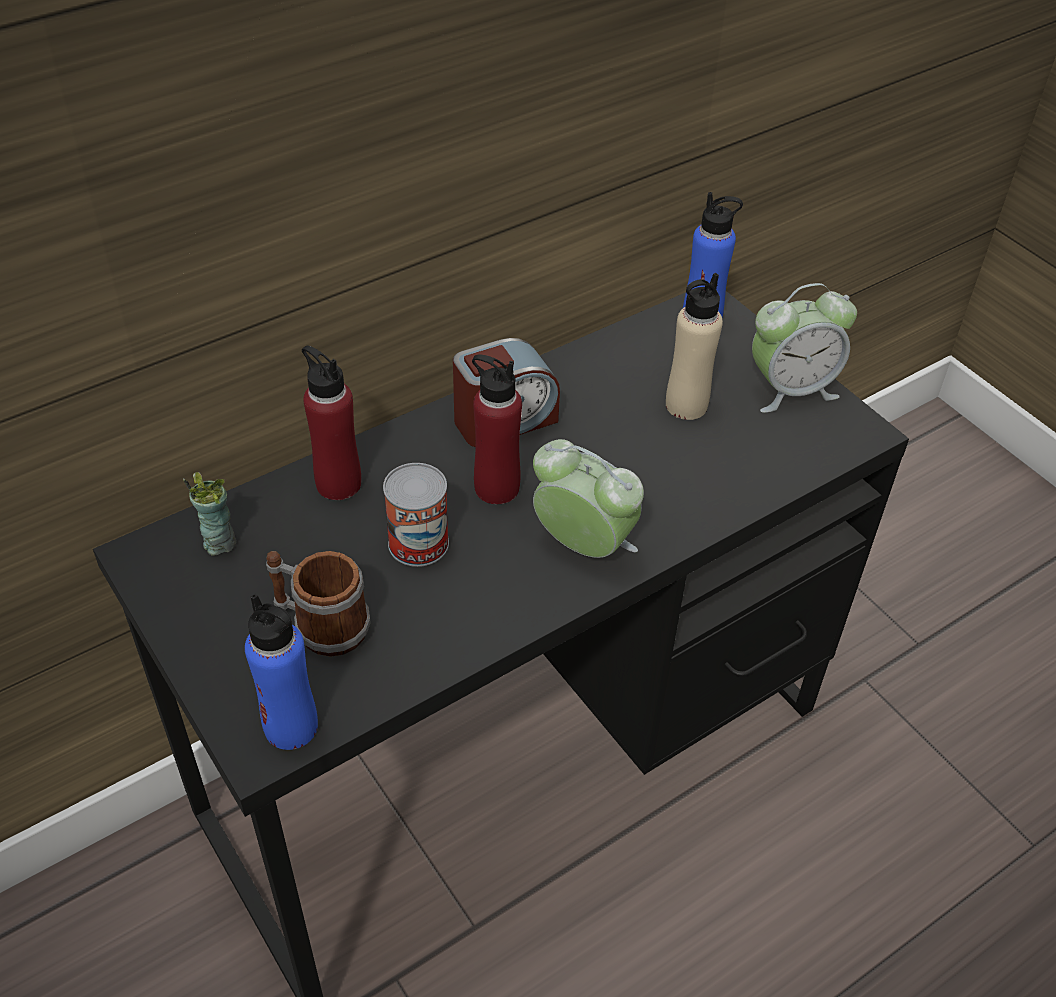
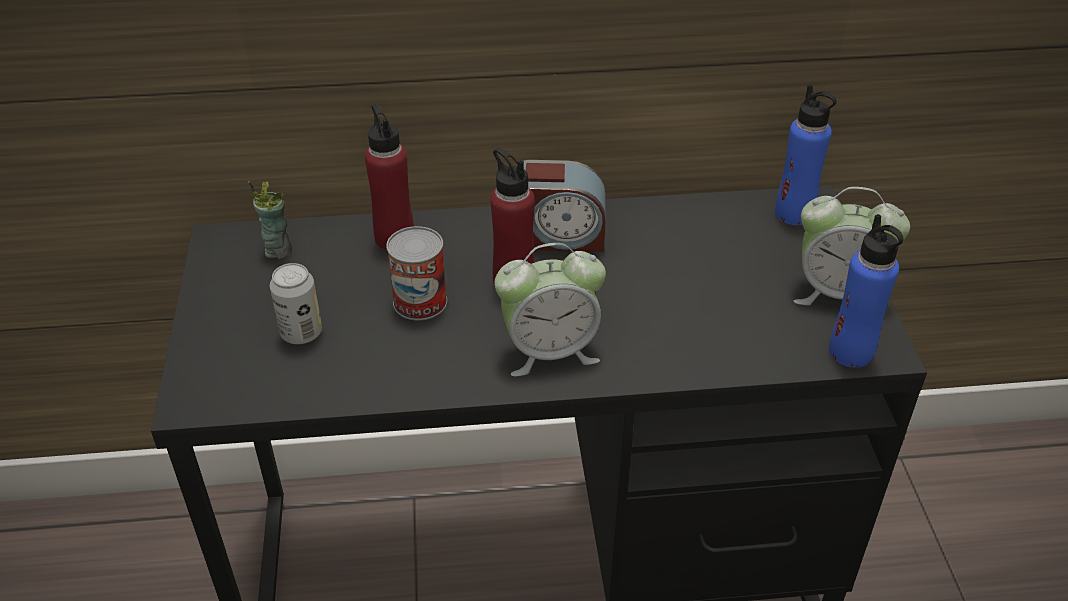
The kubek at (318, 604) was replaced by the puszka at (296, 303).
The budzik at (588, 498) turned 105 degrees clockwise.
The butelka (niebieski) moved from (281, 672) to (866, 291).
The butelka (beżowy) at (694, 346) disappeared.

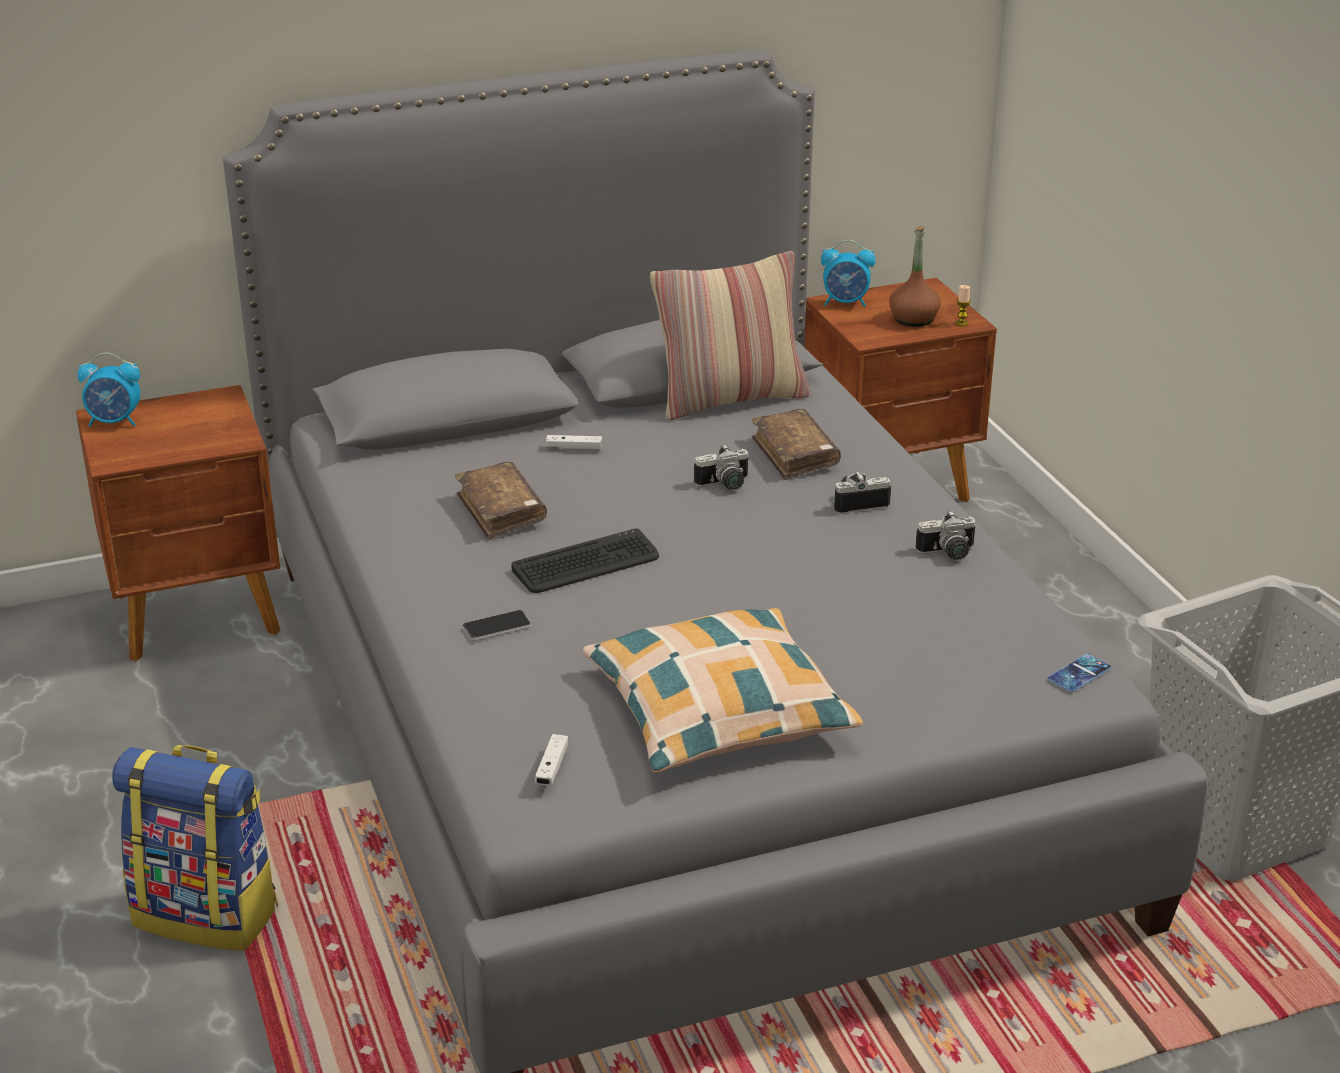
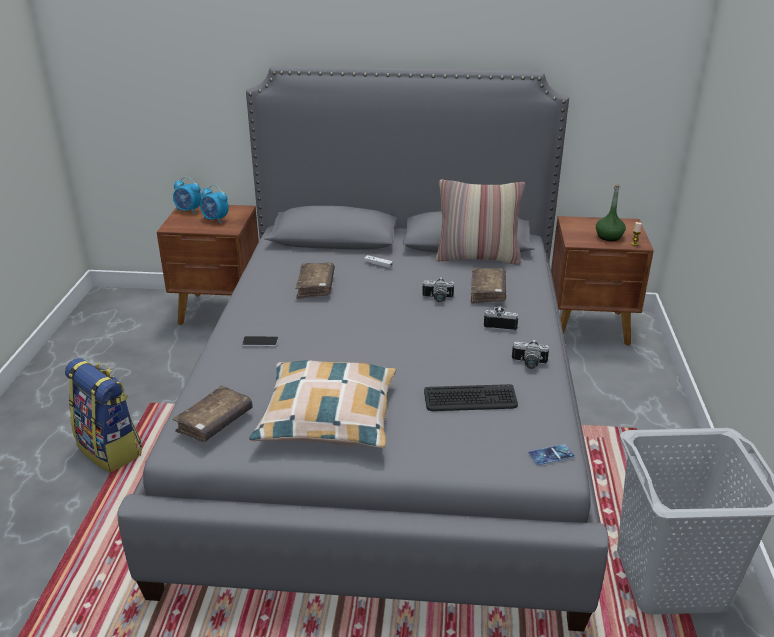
The pad do gier (biały) at (551, 760) was replaced by the książka (brązowy) at (212, 413).
The budzik moved from (848, 273) to (214, 204).
The klawiatura moved from (585, 560) to (471, 397).
The butelka (brązowy) at (915, 276) became the butelka (zielony) at (611, 212).

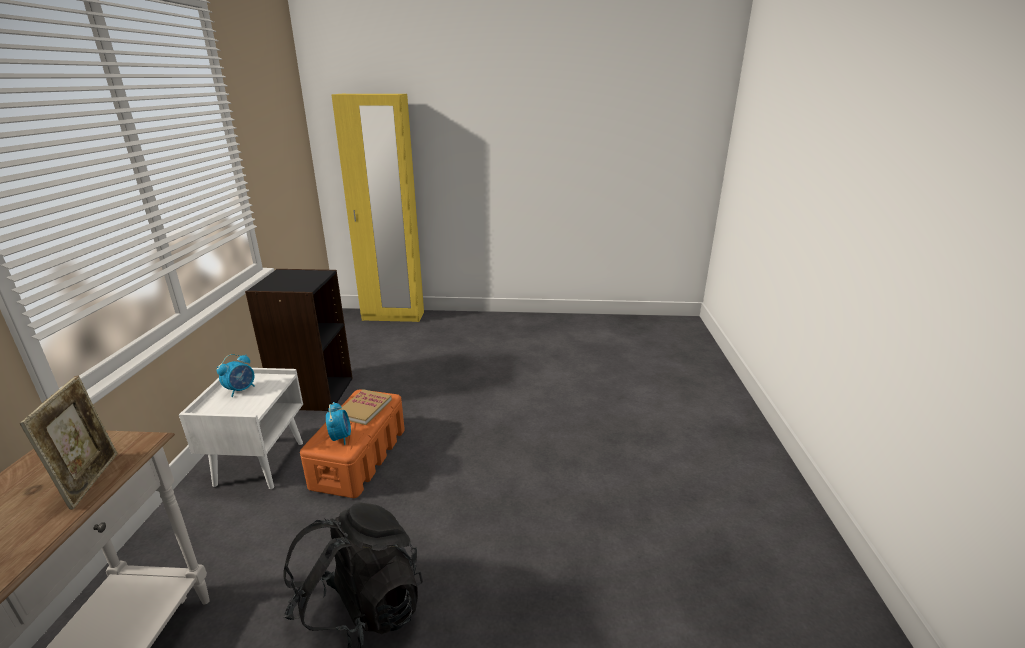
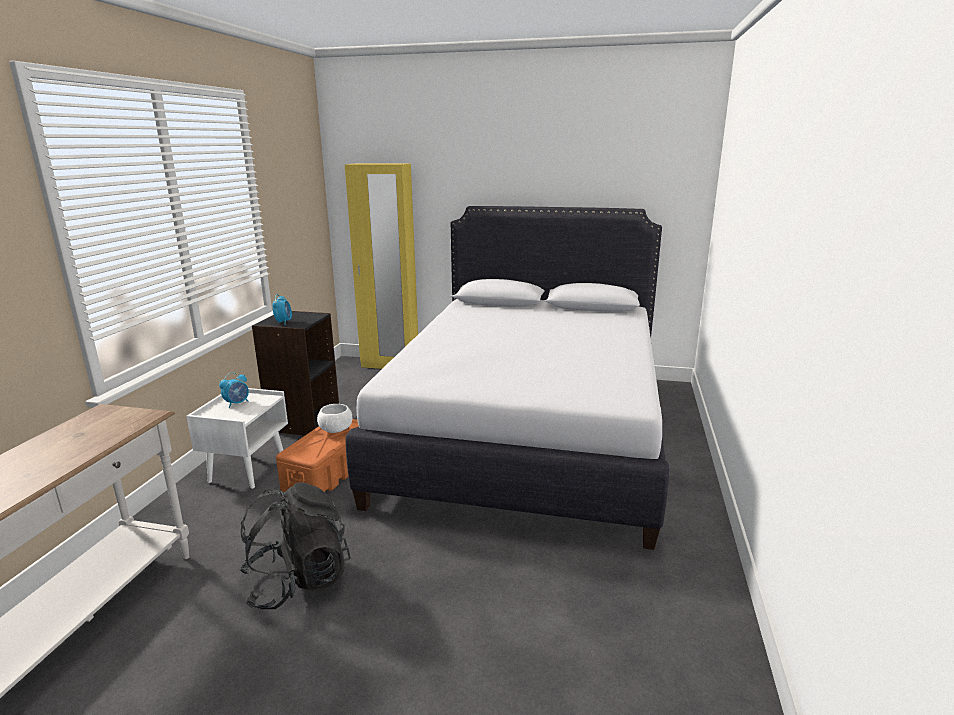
The budzik moved from (338, 423) to (282, 309).
The książka at (365, 407) was replaced by the miska (biały) at (334, 418).
The łóżko (biały) at (507, 378) appeared.
The ramka na zdjęcie at (68, 442) disappeared.

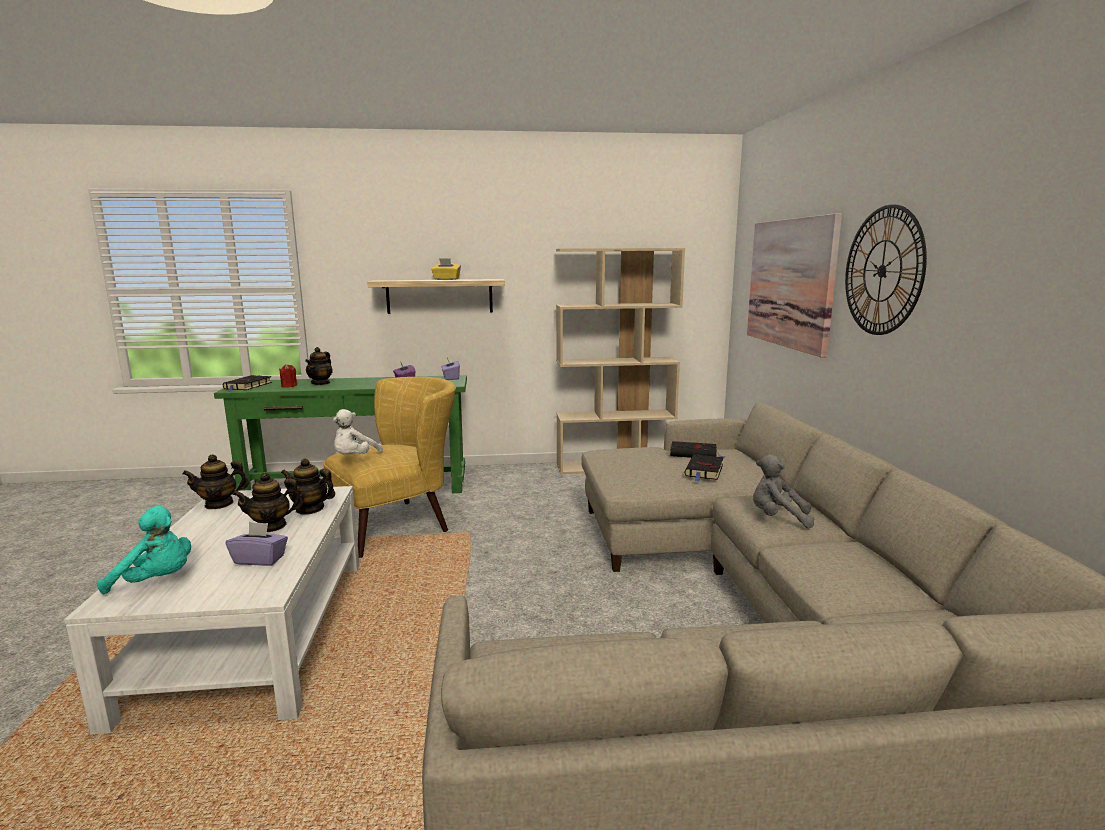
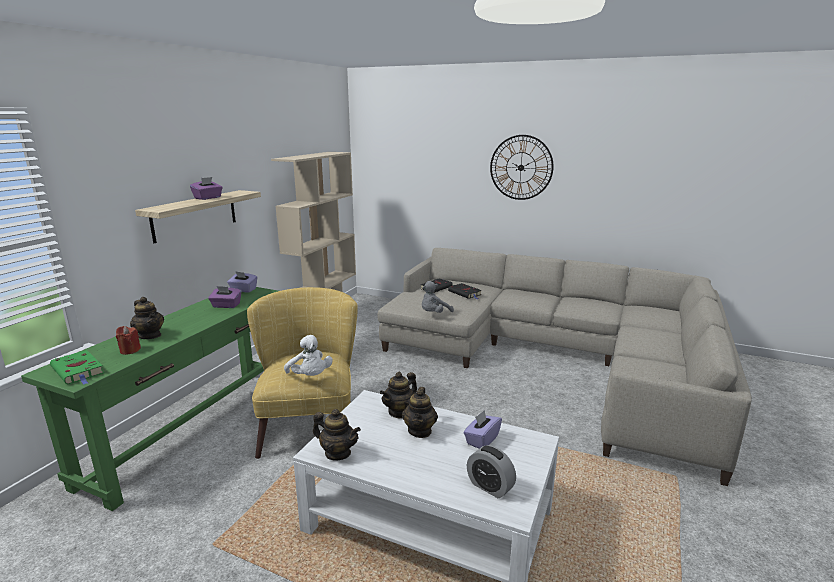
The książka (czarny) at (247, 383) became the książka (zielony) at (77, 367).
The pudełko chusteczek (żółty) at (446, 269) became the pudełko chusteczek (fioletowy) at (206, 188).
The imbryk at (215, 481) turned 75 degrees counterclockwise.
The pluszak (szary) moved from (784, 491) to (438, 297).
The pluszak (turkusowy) at (144, 550) was replaced by the budzik at (491, 471).
The obraz at (794, 285) disappeared.

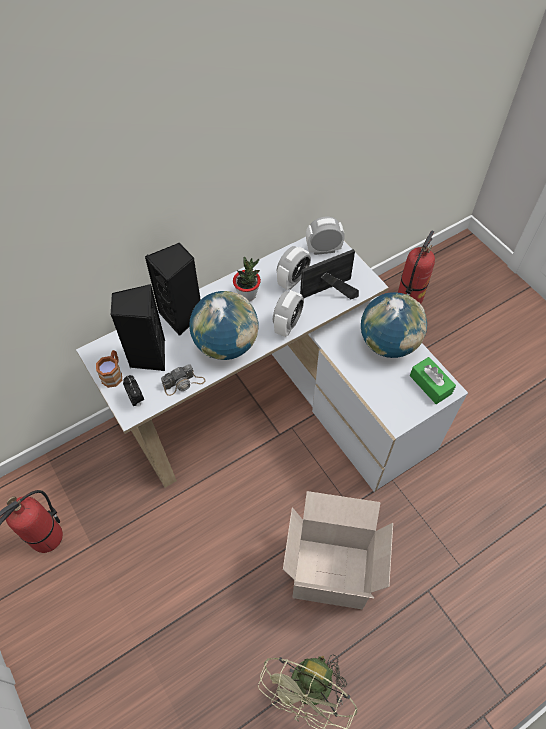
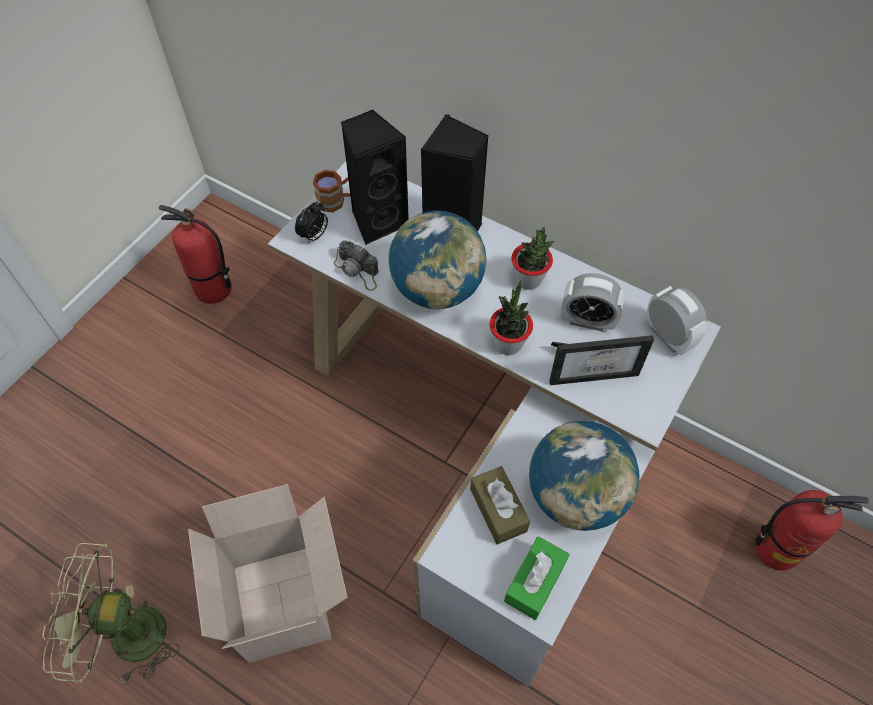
The pudełko chusteczek (brązowy) at (500, 505) appeared.
The budzik at (288, 313) was replaced by the roślina doniczkowa at (511, 318).
The ramka na zdjęcie at (329, 274) turned 135 degrees clockwise.

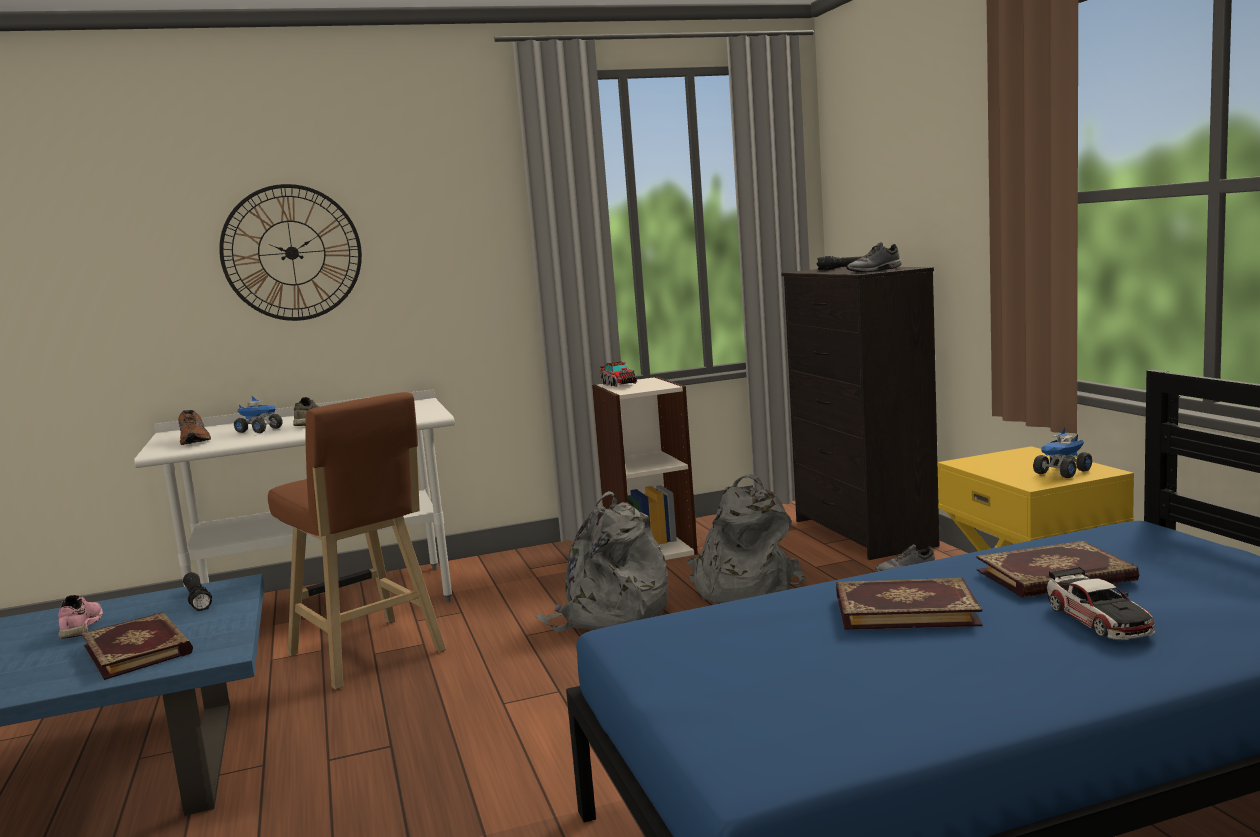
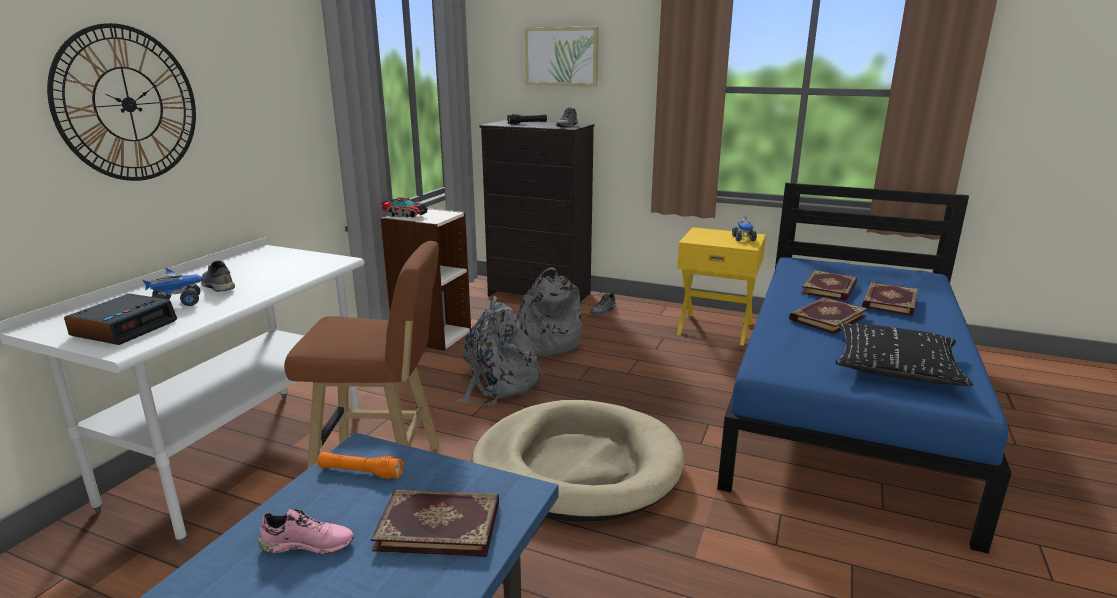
The but (brązowy) at (194, 427) was replaced by the budzik at (120, 319).
The but (różowy) at (80, 617) turned 150 degrees clockwise.
The latarka (czarny) at (197, 591) became the latarka (pomarańczowy) at (360, 465).
The legowisko (beżowy) at (578, 461) appeared.
The obraz at (562, 57) appeared.
The poduszka (czarny) at (904, 354) appeared.
The samochodzik at (1101, 603) was replaced by the książka at (890, 299).

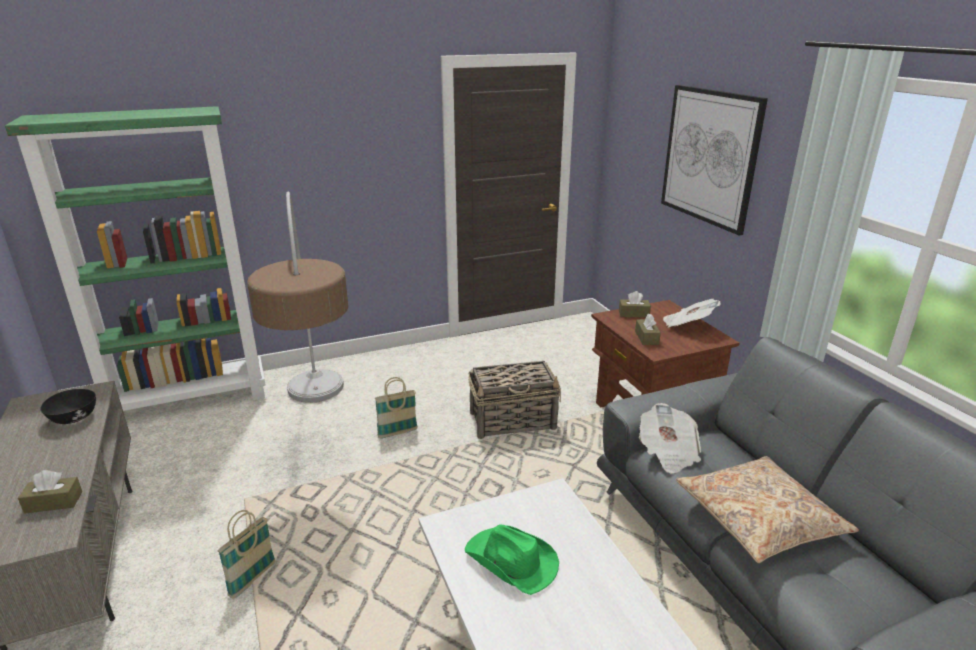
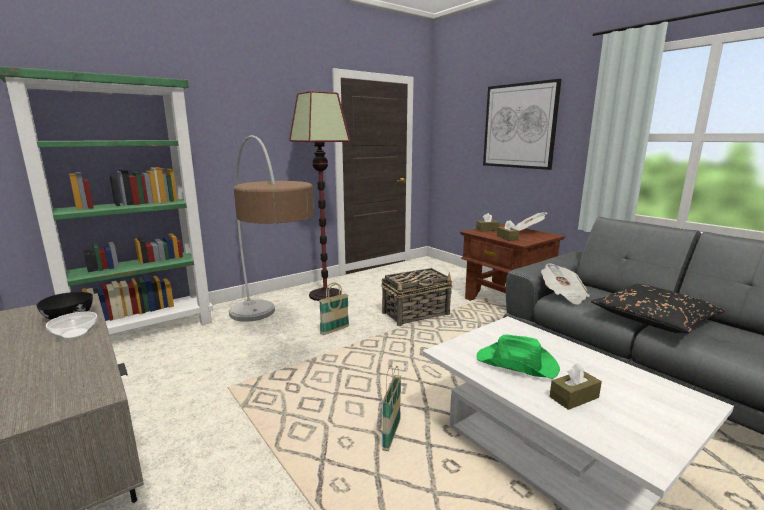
The miska at (71, 325) appeared.
The lampa stojąca at (319, 196) appeared.
The koszyk moved from (247, 554) to (391, 408).
The pudełko chusteczek (brązowy) moved from (50, 492) to (576, 386).
The poduszka (beżowy) at (767, 509) became the poduszka (czarny) at (658, 308).

